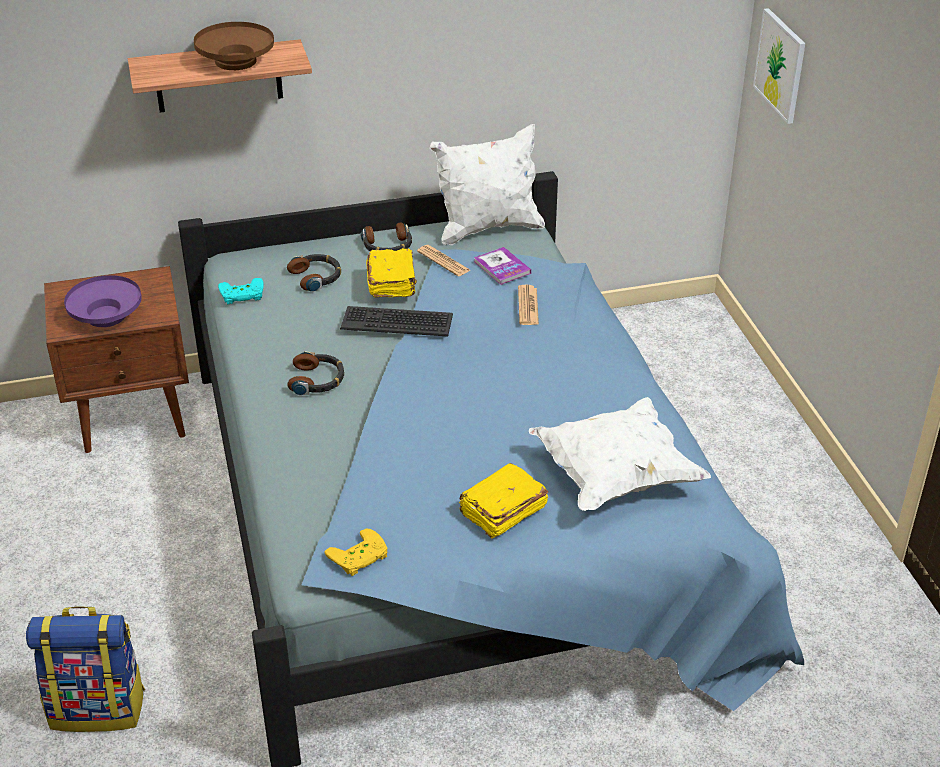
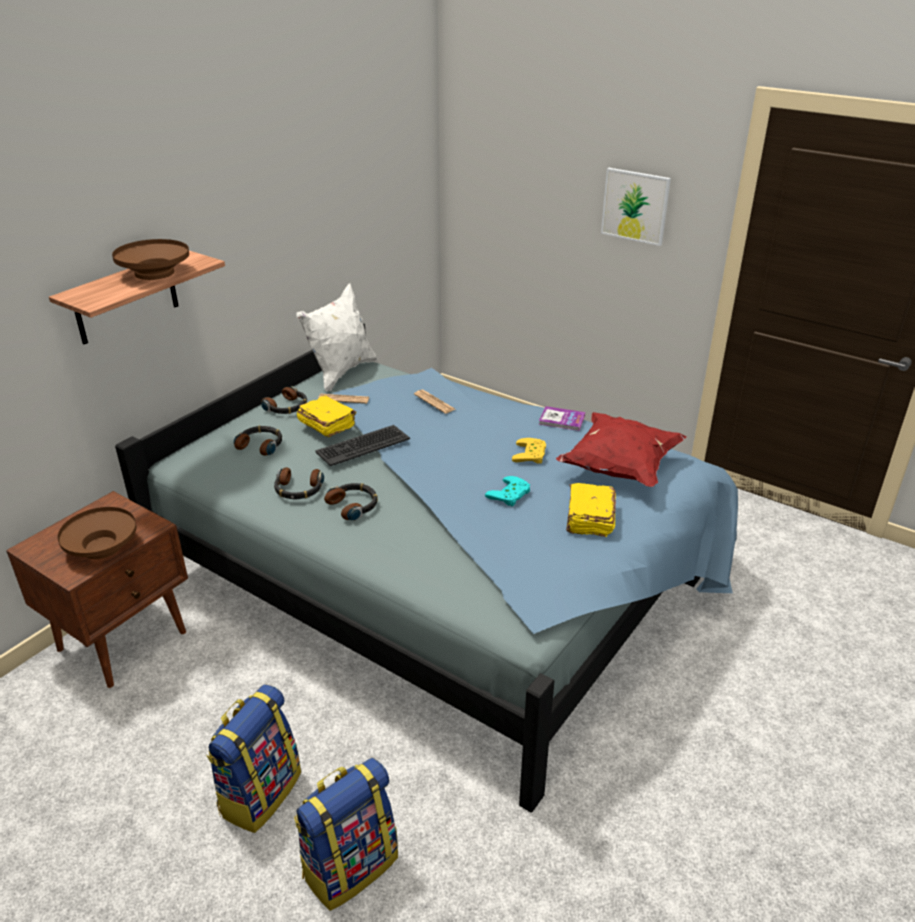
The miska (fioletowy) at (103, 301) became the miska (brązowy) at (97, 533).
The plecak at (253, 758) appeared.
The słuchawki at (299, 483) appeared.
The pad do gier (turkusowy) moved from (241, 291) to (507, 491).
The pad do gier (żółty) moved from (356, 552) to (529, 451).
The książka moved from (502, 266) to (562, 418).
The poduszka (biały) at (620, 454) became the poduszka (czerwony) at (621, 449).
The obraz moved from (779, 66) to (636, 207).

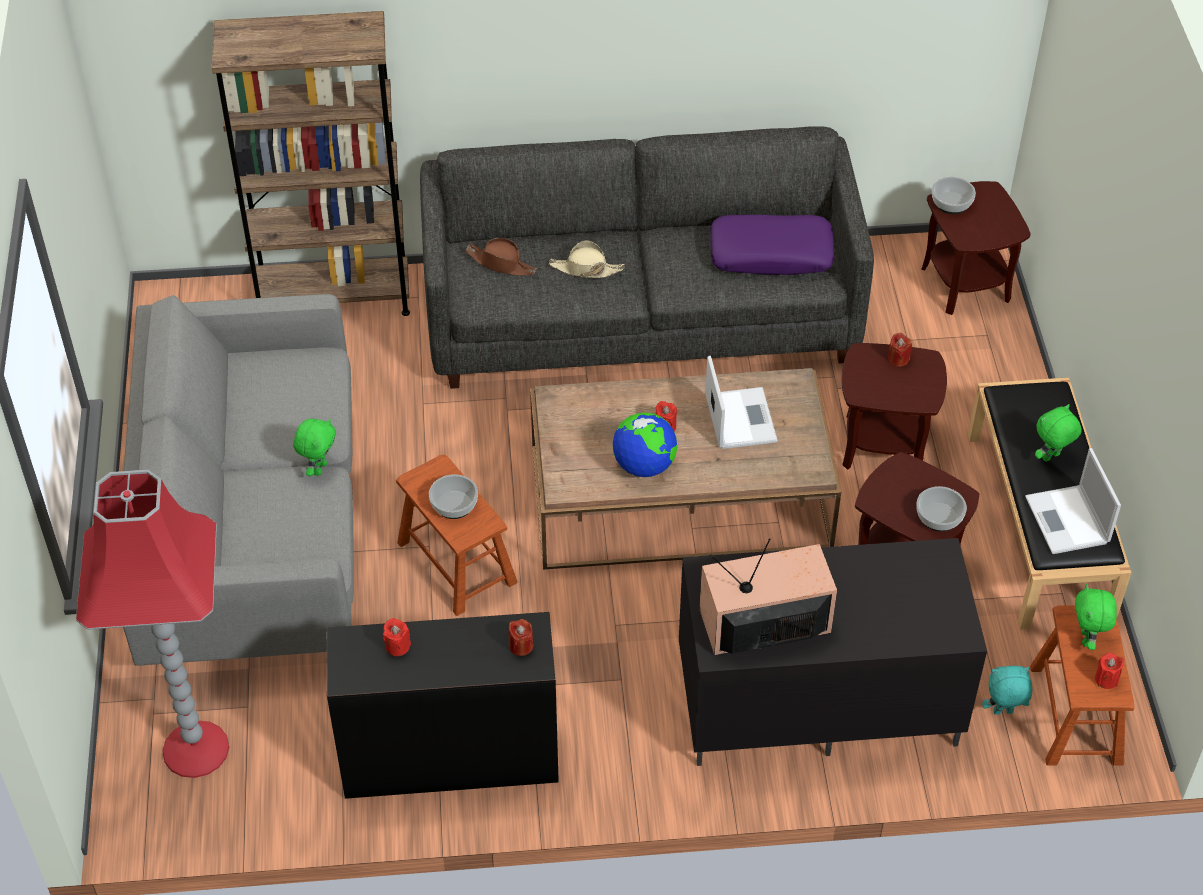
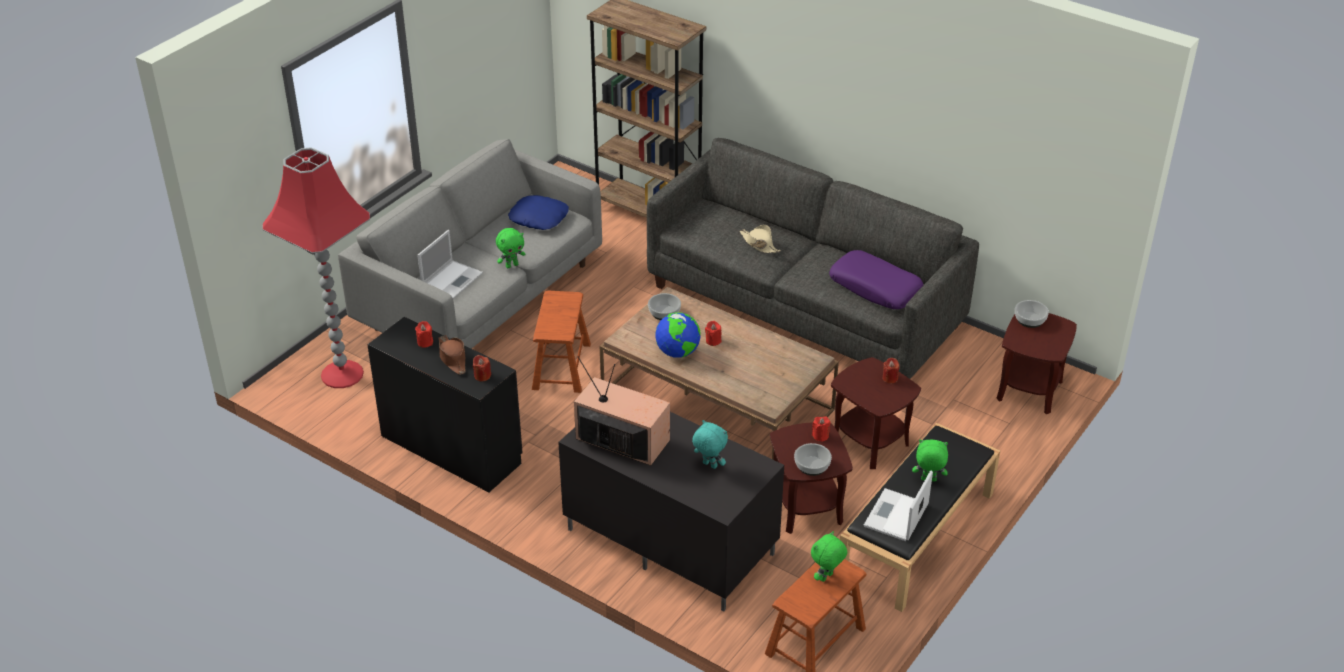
The laptop moved from (741, 402) to (450, 264).
The kapelusz (brązowy) moved from (501, 256) to (452, 355).
The poduszka (niebieski) at (538, 212) appeared.
The miska moved from (453, 496) to (664, 306).
The pluszak (turkusowy) moved from (1007, 690) to (710, 444).
The świeca (czerwony) moved from (1109, 671) to (821, 429).

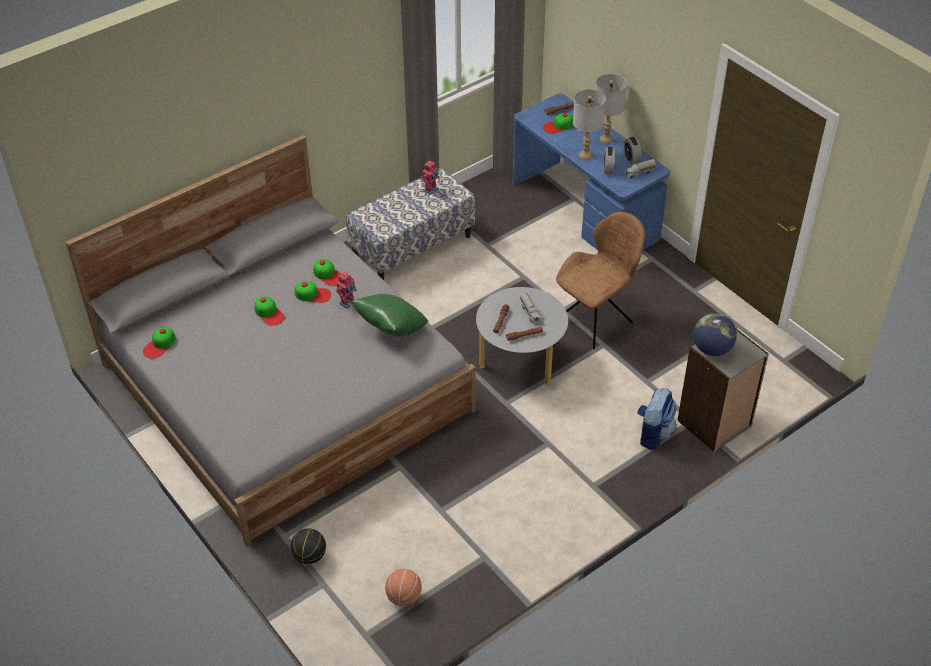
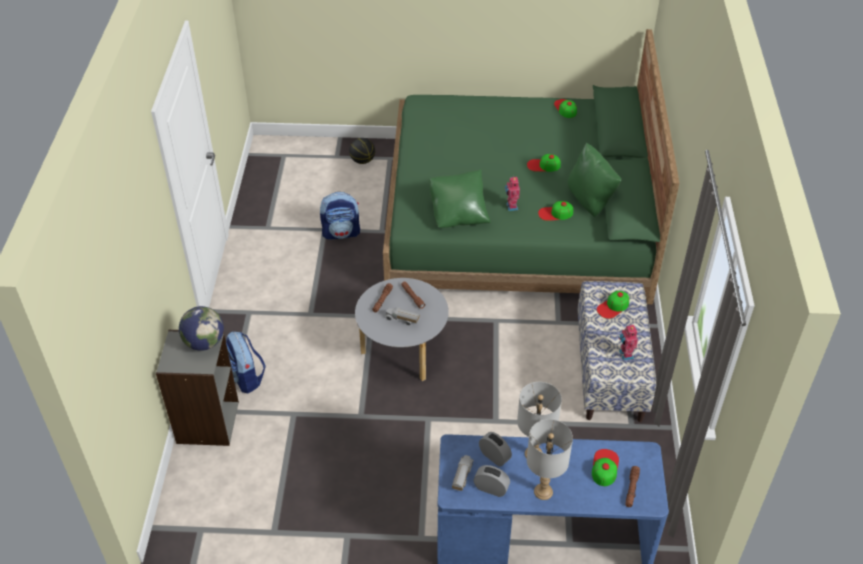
The plecak at (340, 215) appeared.
The łóżko (szary) at (270, 341) became the łóżko (zielony) at (531, 166).
The poduszka (zielony) at (595, 179) appeared.
The czapka z daszkiem moved from (313, 292) to (613, 305).
The piłka do koszykówki at (403, 587) disappeared.
The krzesło (brązowy) at (600, 280) disappeared.

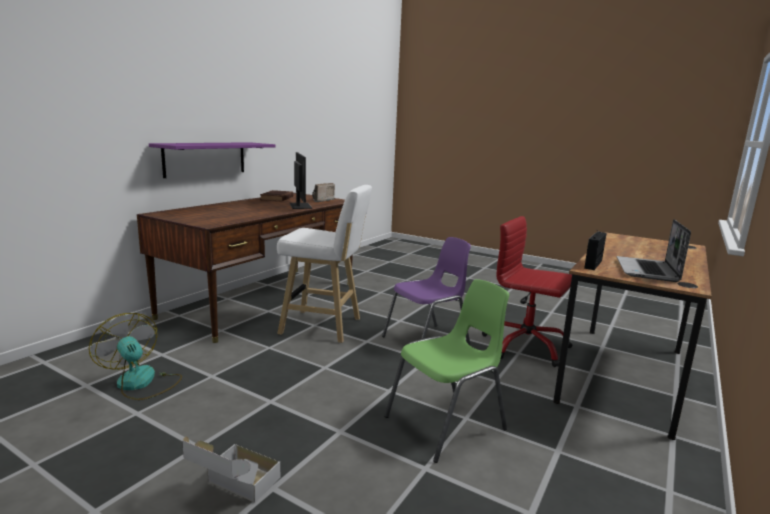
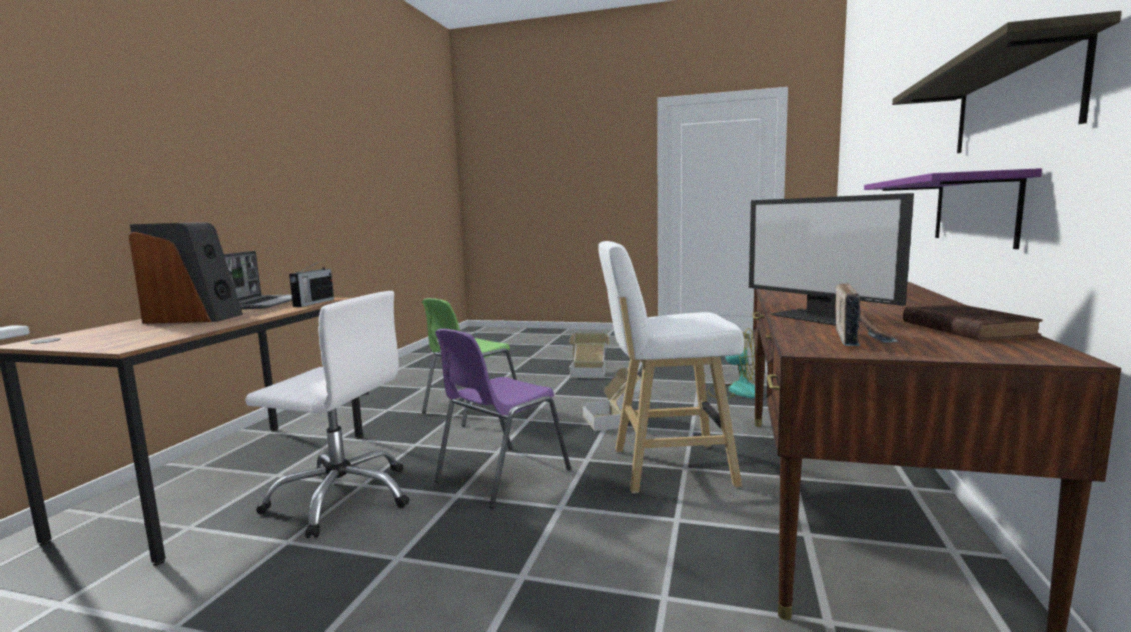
The głośnik at (185, 273) appeared.
The krzesło biurowe (czerwony) at (527, 291) became the krzesło biurowe (biały) at (327, 414).
The karton at (612, 399) appeared.
The półka at (1007, 82) appeared.

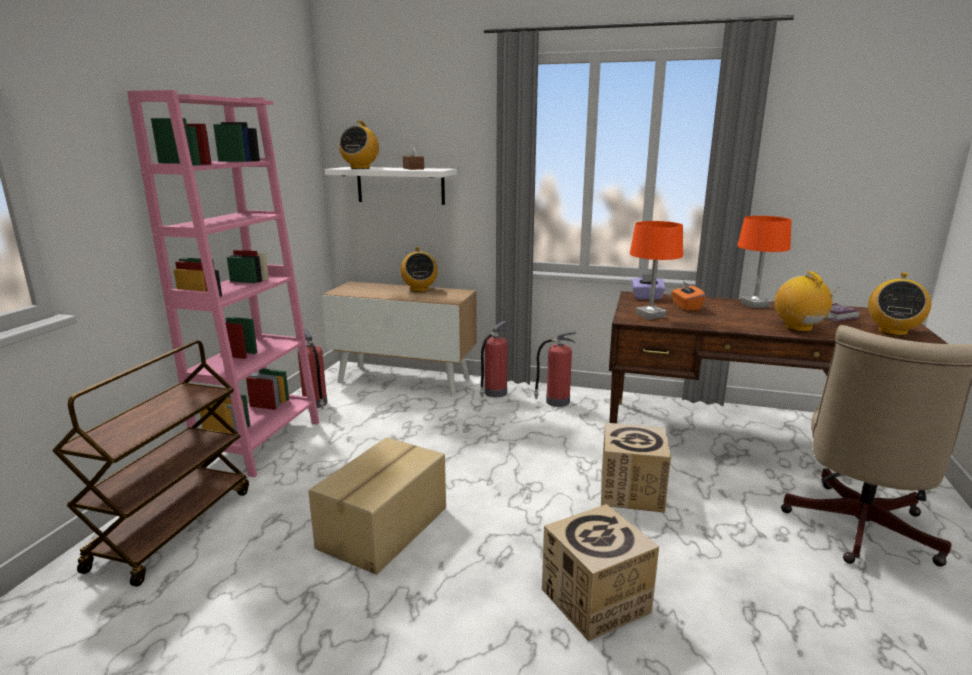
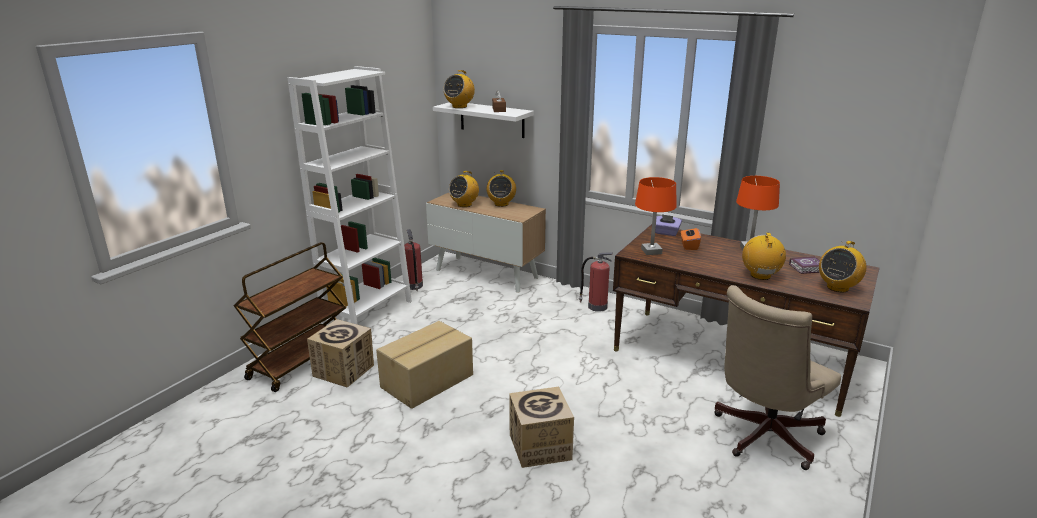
The regał (różowy) at (223, 283) became the regał (biały) at (349, 195).
The karton moved from (636, 468) to (340, 353).
The radio at (464, 189) appeared.
The gaśnica at (493, 359) disappeared.

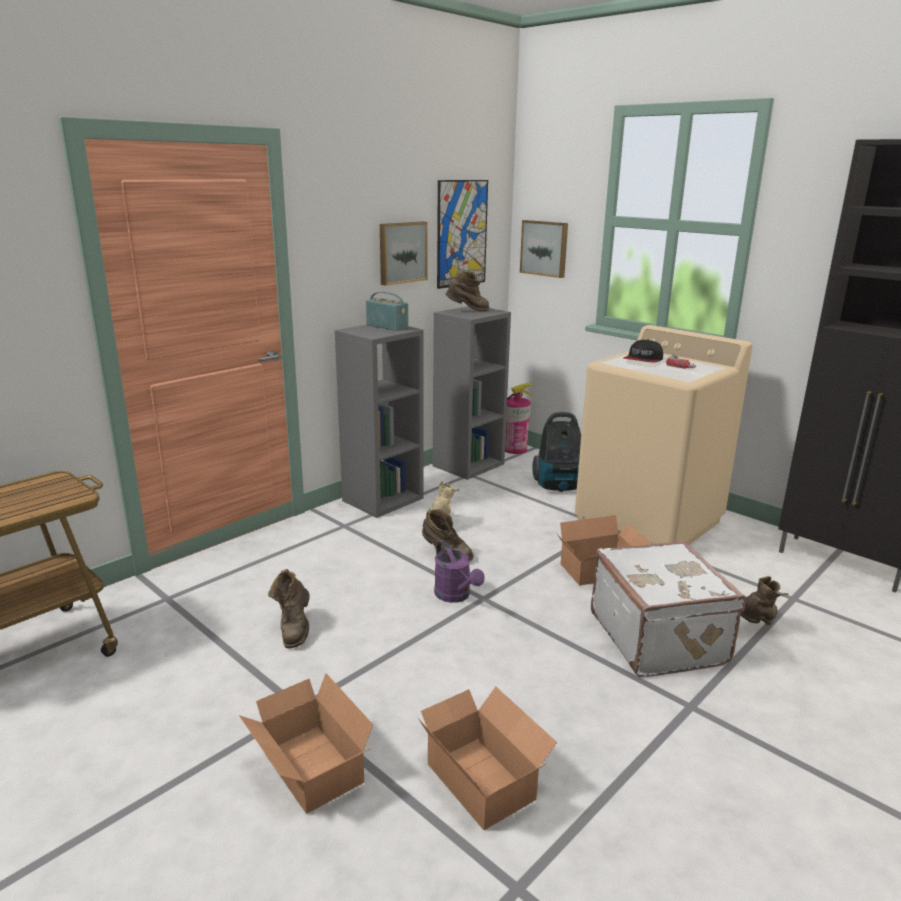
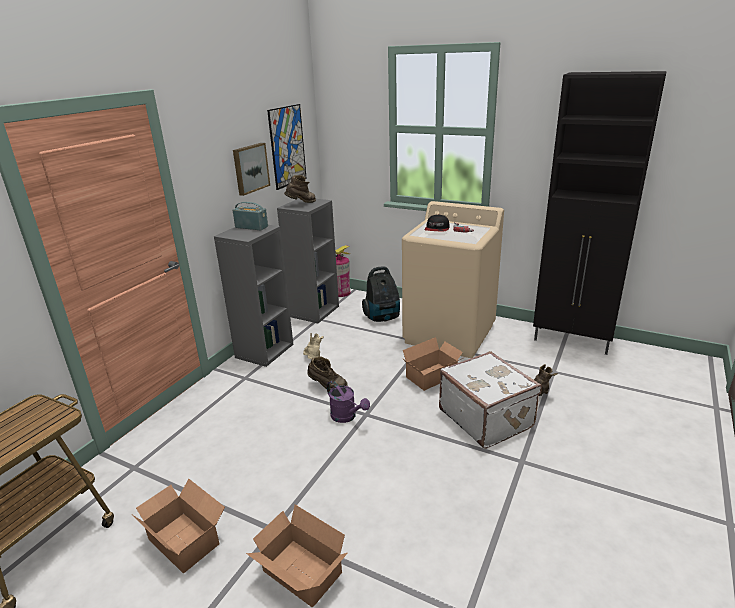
The karton moved from (487, 758) to (178, 526).
The but z cholewką (brązowy) at (289, 608) disappeared.
The obraz at (544, 249) disappeared.

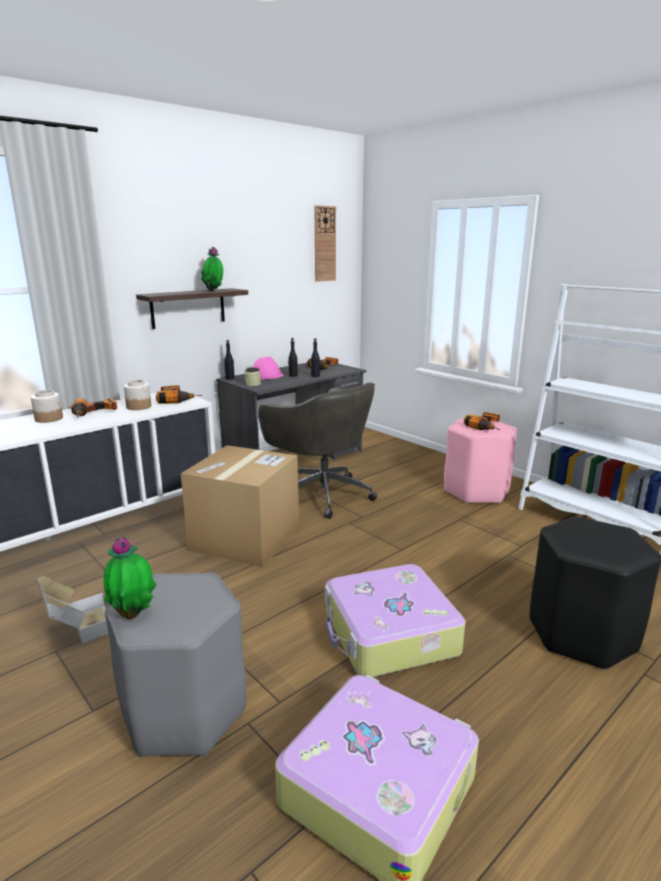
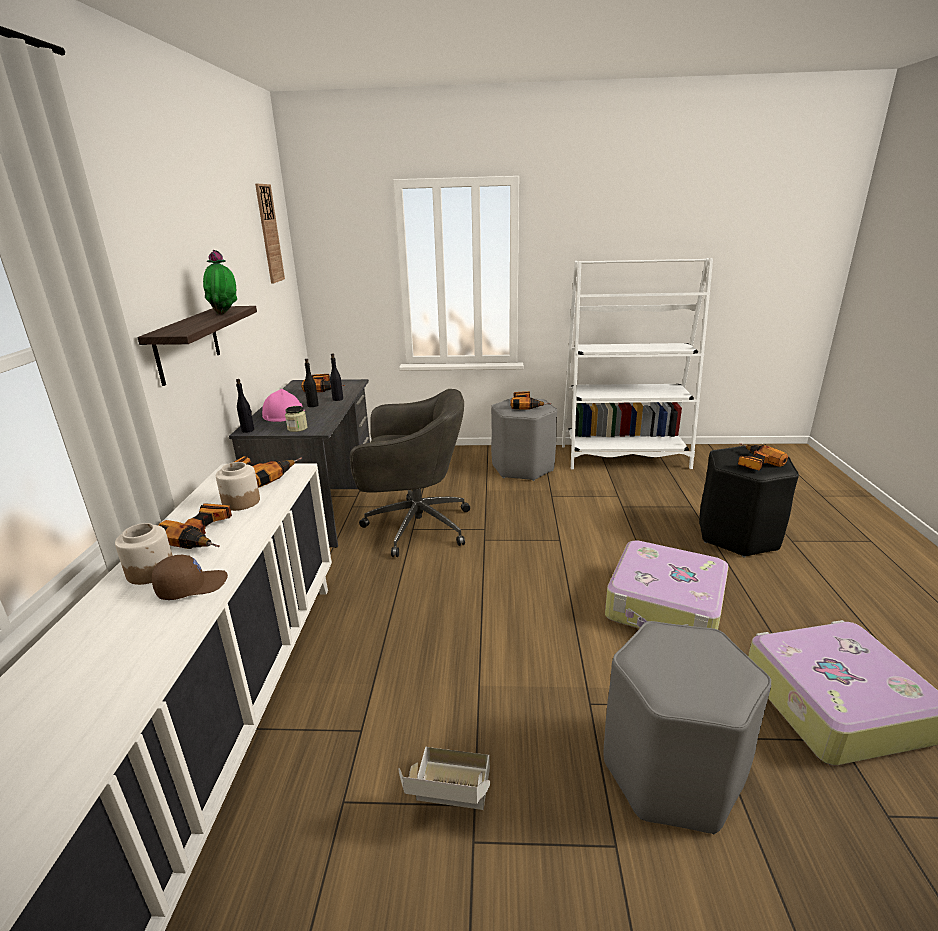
The czapka z daszkiem (brązowy) at (190, 577) appeared.
The stołek (różowy) at (480, 461) became the stołek (szary) at (524, 439).
The wiertarka at (763, 456) appeared.
The roślina doniczkowa at (130, 578) disappeared.
The karton at (240, 506) disappeared.

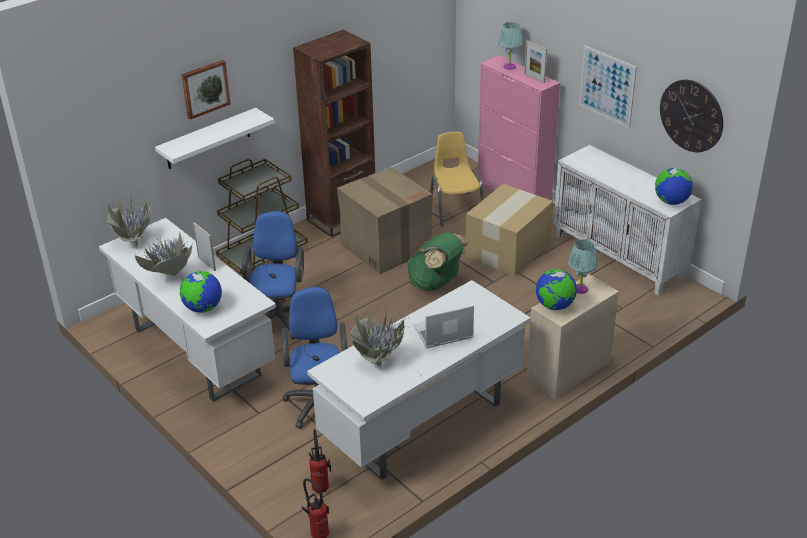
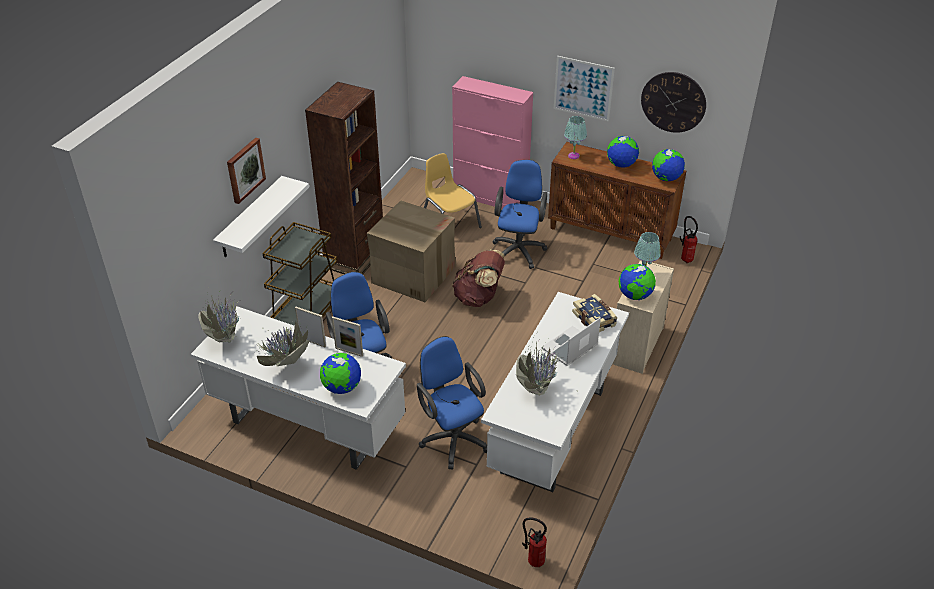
The ramka na zdjęcie moved from (535, 62) to (347, 337).
The plecak (zielony) at (438, 262) became the plecak (brązowy) at (478, 278).
The karton at (509, 230) was replaced by the krzesło biurowe (niebieski) at (520, 214).
The szafka (biały) at (628, 220) became the szafka (brązowy) at (617, 200).
The lampa stołowa (turkusowy) moved from (510, 46) to (575, 137).
The książka at (594, 313) appeared.
The globus at (623, 152) appeared.
The gaśnica moved from (320, 461) to (689, 239).

